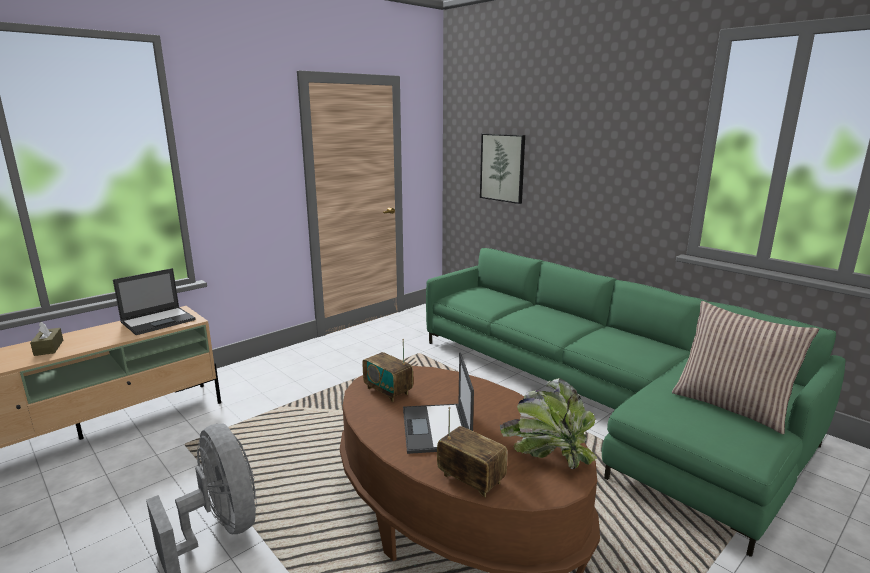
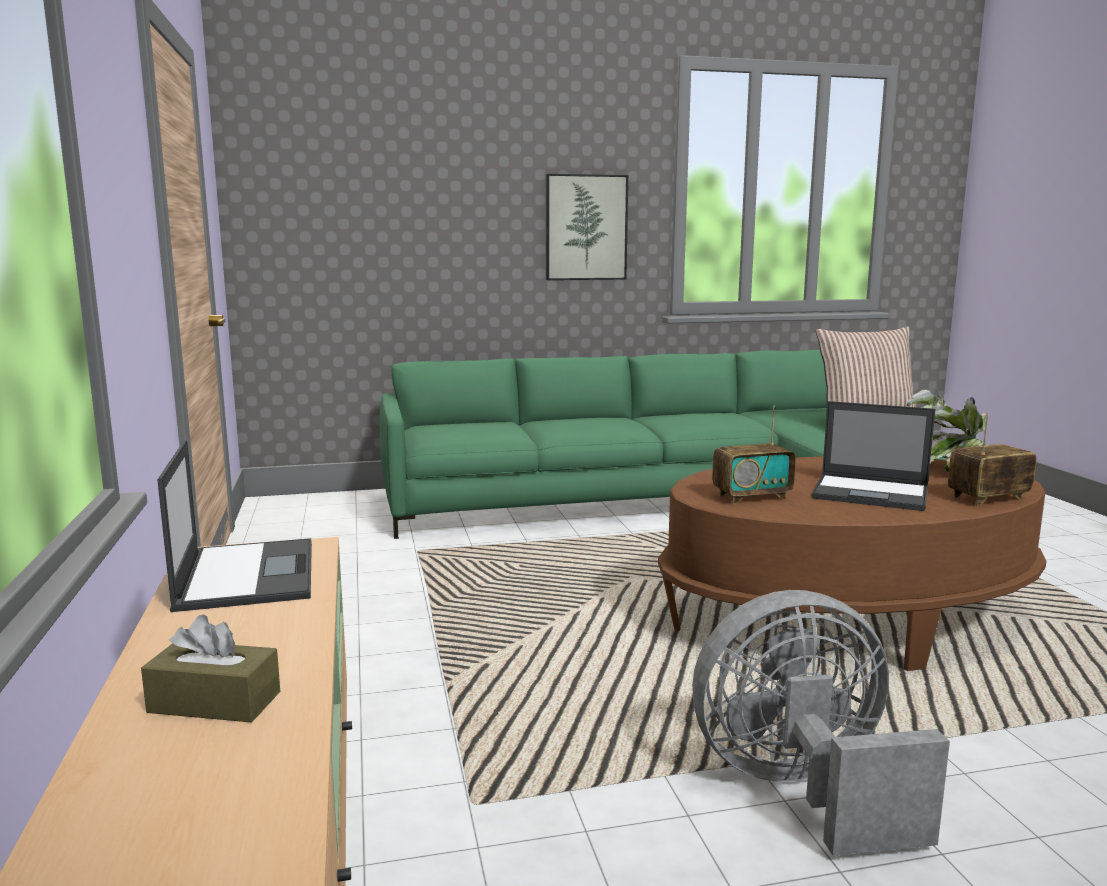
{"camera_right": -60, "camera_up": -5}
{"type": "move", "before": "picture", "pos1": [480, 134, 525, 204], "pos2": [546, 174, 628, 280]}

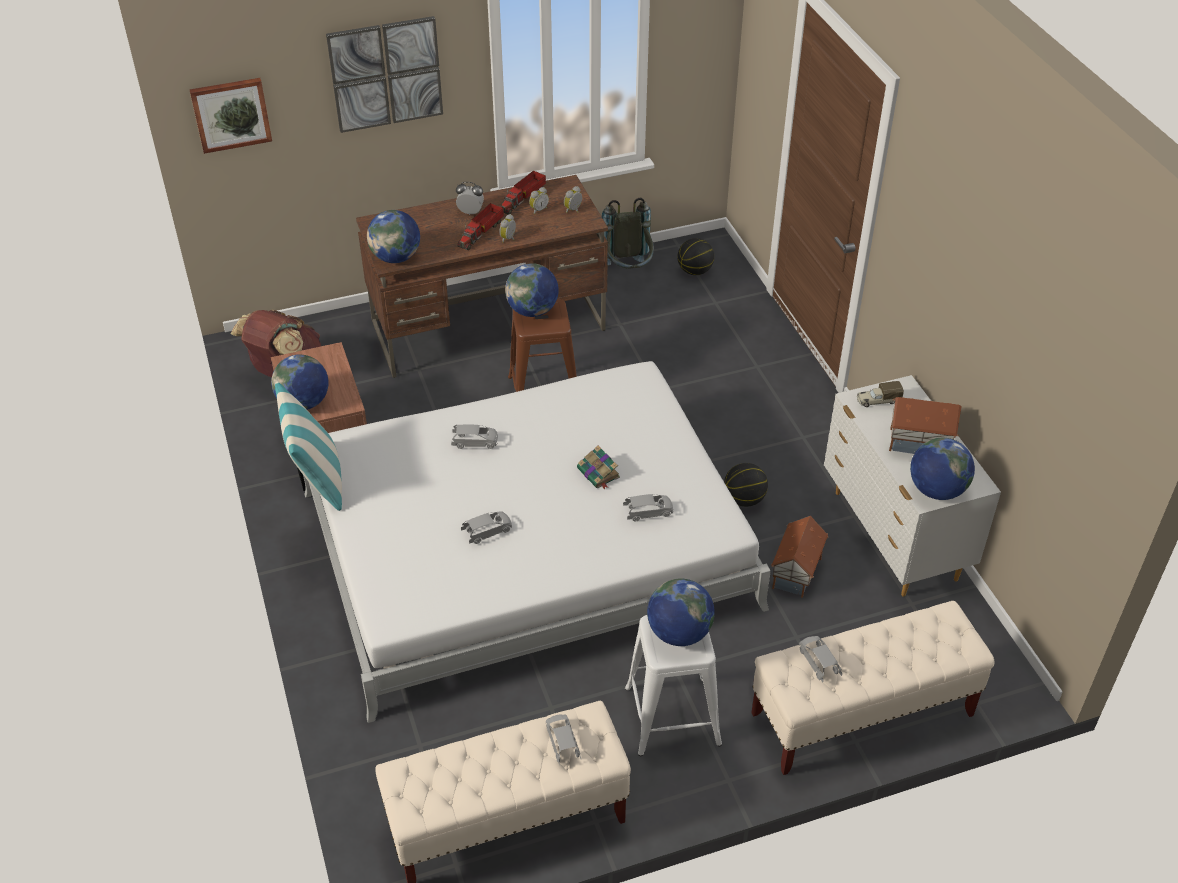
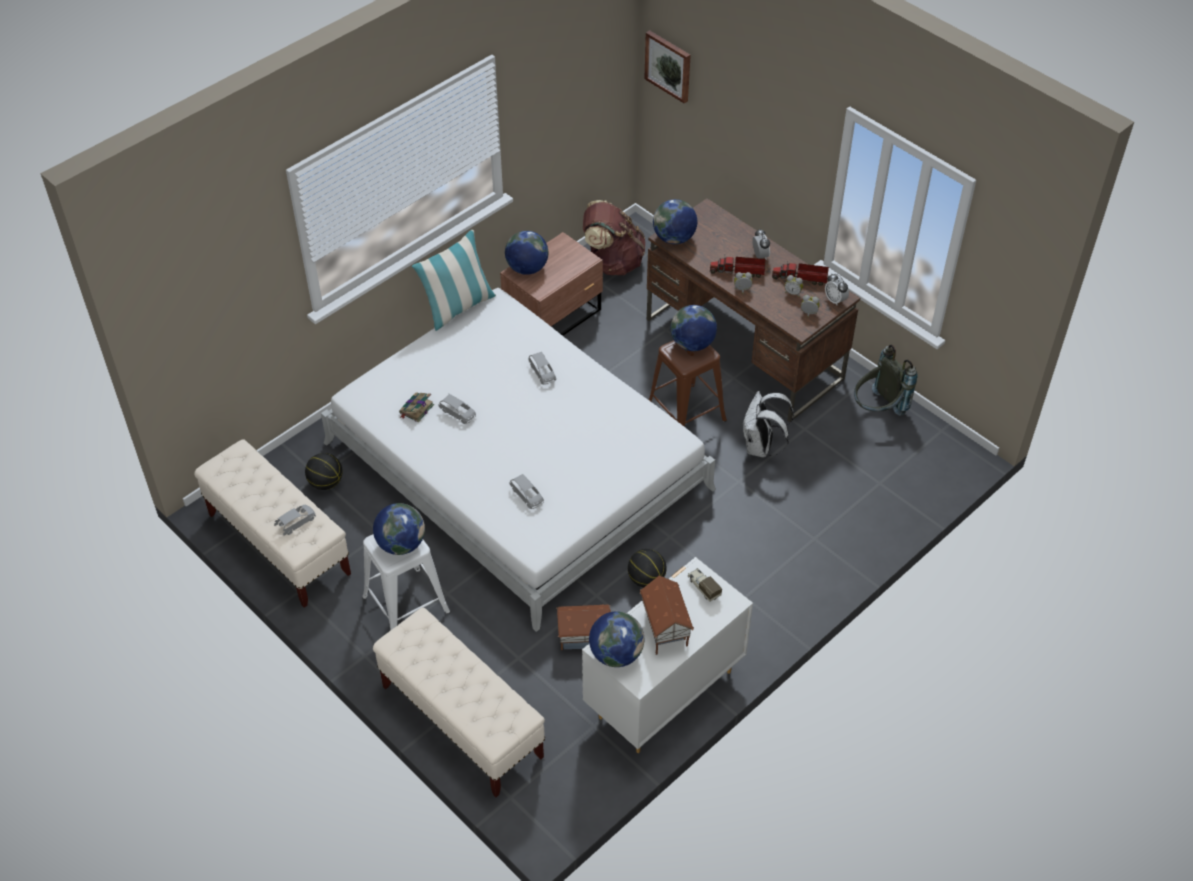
{"camera_right": 65, "camera_up": 5}
{"type": "move", "before": "ball for basketball", "pos1": [677, 238, 714, 275], "pos2": [305, 453, 343, 490]}
{"type": "move", "before": "volume", "pos1": [577, 445, 620, 489], "pos2": [399, 393, 434, 423]}
{"type": "insert", "after": "white-coloured backpack", "pos2": [742, 391, 794, 457]}
{"type": "insert", "after": "table clock", "pos2": [825, 274, 849, 305]}
{"type": "delete", "before": "picture", "pos1": [326, 16, 443, 133]}
{"type": "delete", "before": "gray toy car", "pos1": [799, 636, 842, 683]}

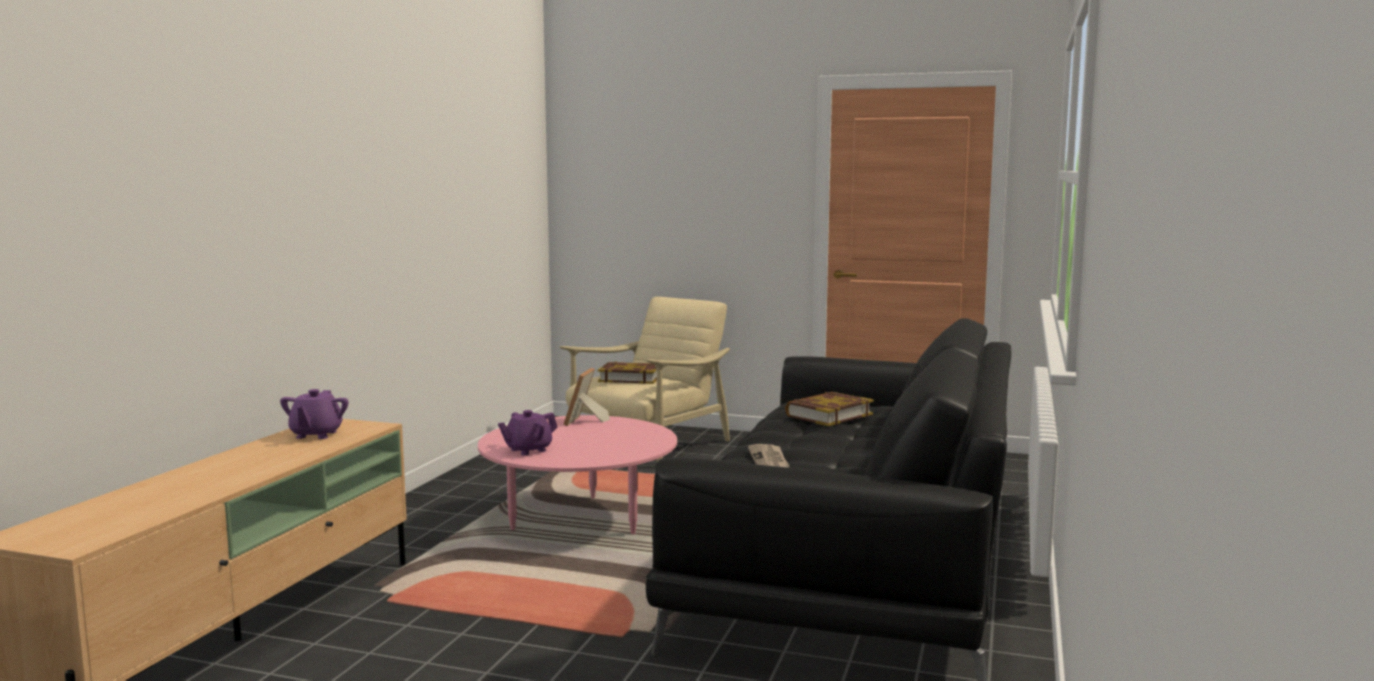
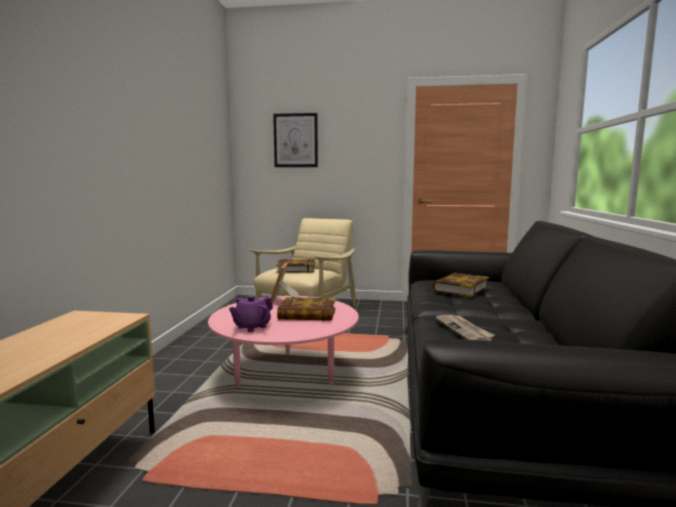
{"camera_right": -10, "camera_up": 0}
{"type": "insert", "after": "picture", "pos2": [273, 113, 318, 167]}
{"type": "insert", "after": "volume", "pos2": [277, 297, 336, 321]}
{"type": "delete", "before": "purple teapot", "pos1": [280, 389, 349, 439]}

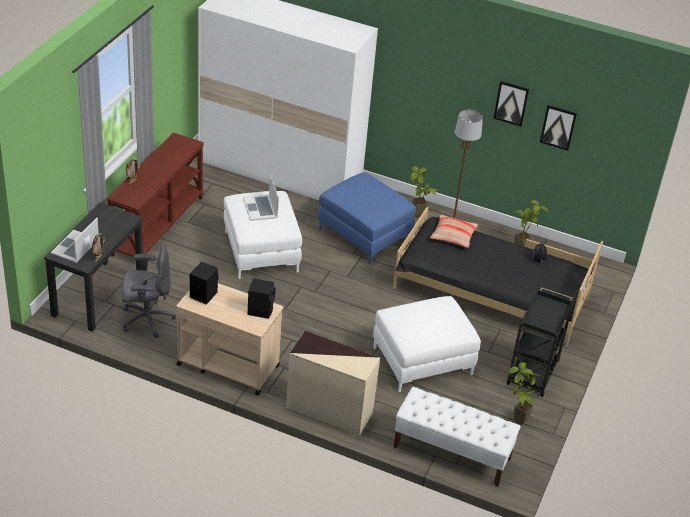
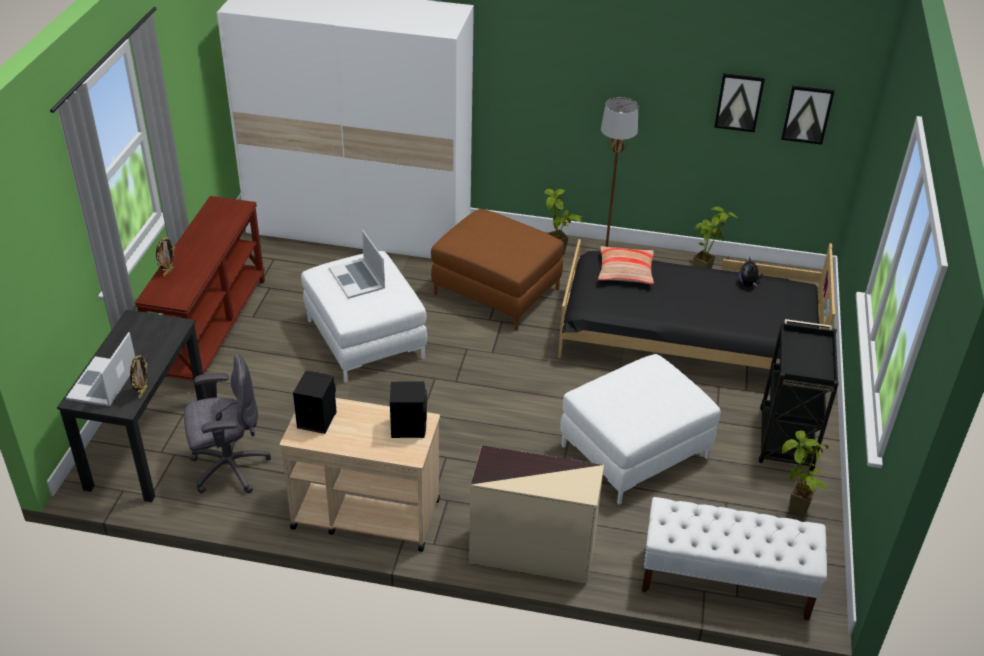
{"camera_right": -10, "camera_up": 0}
{"type": "recolor", "before": "blue-coloured pouffe", "after": "brown pouffe", "pos1": [318, 172, 416, 265], "pos2": [431, 209, 564, 331]}
{"type": "move", "before": "picture", "pos1": [493, 81, 529, 127], "pos2": [781, 85, 835, 145]}

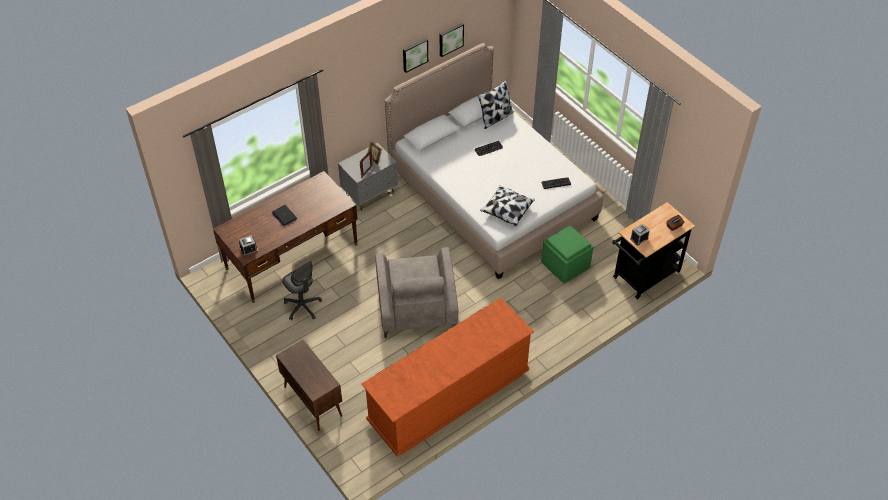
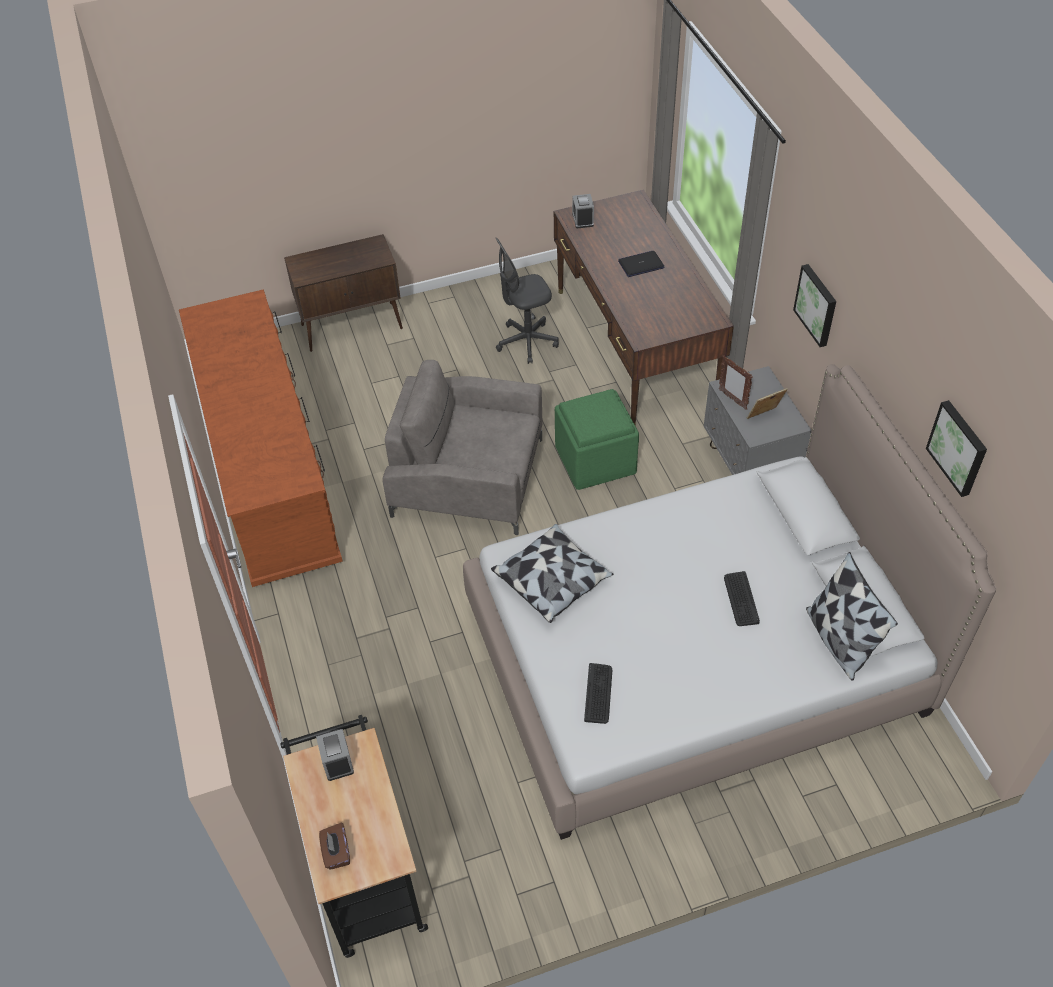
{"camera_right": 110, "camera_up": 0}
{"type": "move", "before": "green pouffe", "pos1": [541, 225, 593, 283], "pos2": [555, 389, 639, 490]}
{"type": "move", "before": "picture", "pos1": [403, 38, 428, 73], "pos2": [793, 264, 836, 347]}

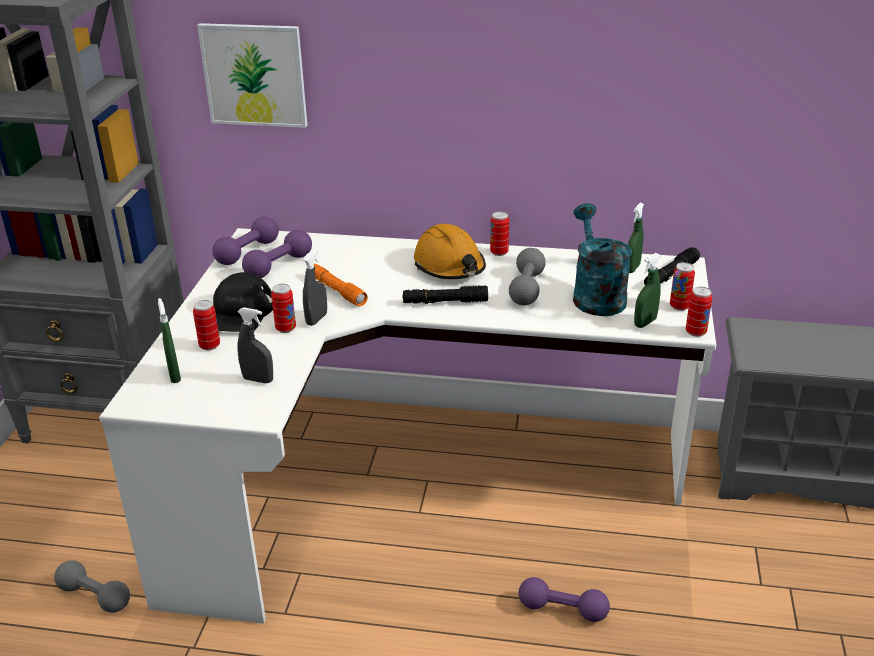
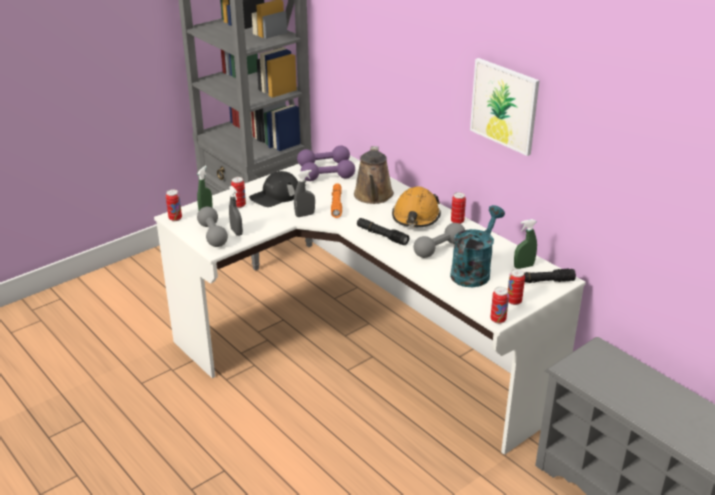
{"camera_right": 40, "camera_up": 0}
{"type": "move", "before": "sealed can", "pos1": [271, 284, 296, 333], "pos2": [166, 189, 182, 221]}
{"type": "move", "before": "gray dumbbell", "pos1": [54, 560, 130, 613], "pos2": [197, 206, 228, 247]}
{"type": "insert", "after": "brown watering pot", "pos2": [354, 146, 394, 204]}
{"type": "move", "before": "picture", "pos1": [197, 23, 307, 128], "pos2": [470, 58, 539, 156]}
{"type": "delete", "before": "purple dumbbell", "pos1": [519, 577, 610, 622]}
{"type": "delete", "before": "green hand sprayer", "pos1": [634, 253, 661, 328]}

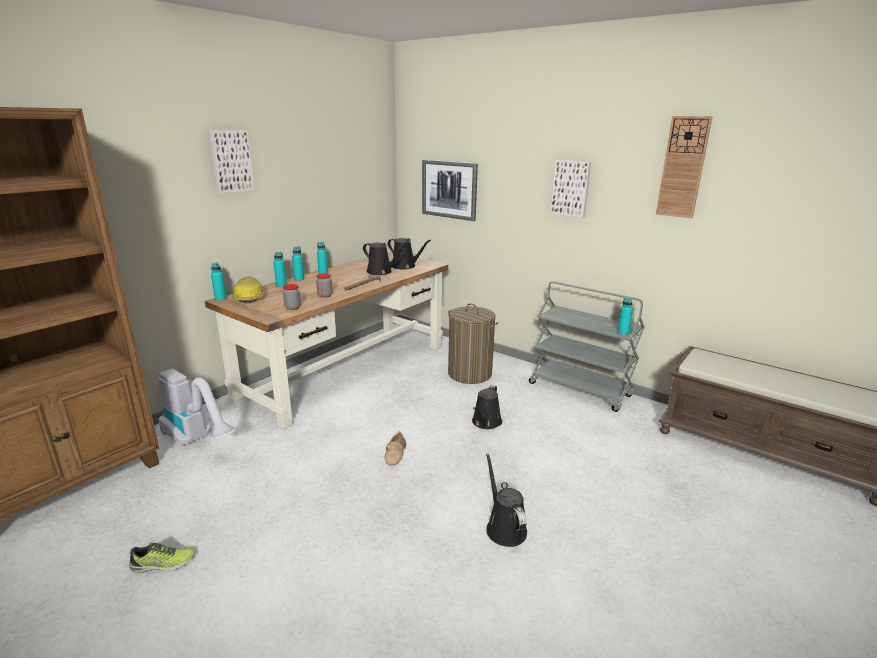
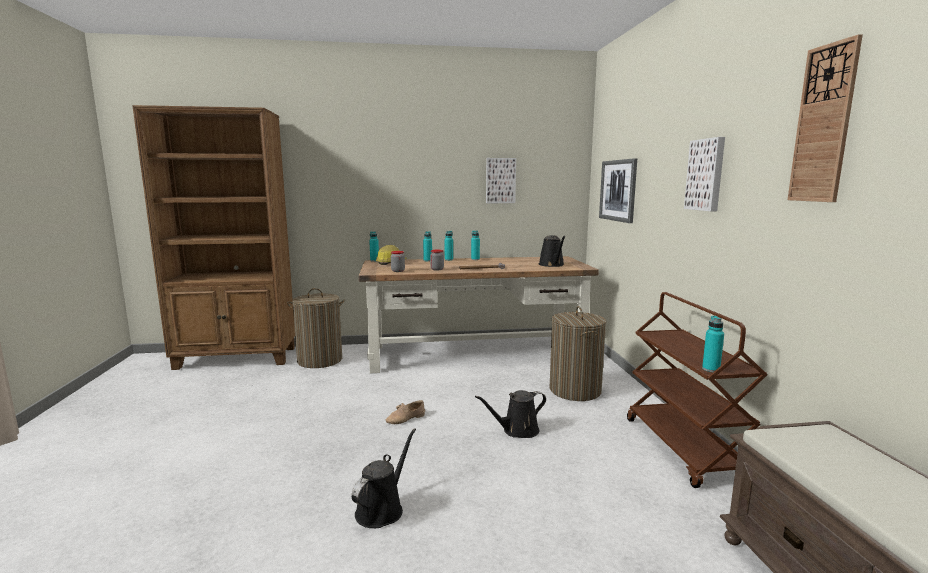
{"camera_right": 45, "camera_up": -10}
{"type": "replace", "before": "vacuum cleaner", "after": "laundry basket", "pos1": [158, 369, 234, 446], "pos2": [287, 288, 345, 368]}
{"type": "move", "before": "picture", "pos1": [209, 131, 255, 193], "pos2": [486, 158, 516, 203]}
{"type": "recolor", "before": "gray trolley", "after": "brown trolley", "pos1": [529, 281, 644, 412], "pos2": [627, 292, 768, 488]}
{"type": "delete", "before": "shoe", "pos1": [129, 543, 195, 573]}
{"type": "delete", "before": "black watering pot", "pos1": [363, 242, 407, 275]}

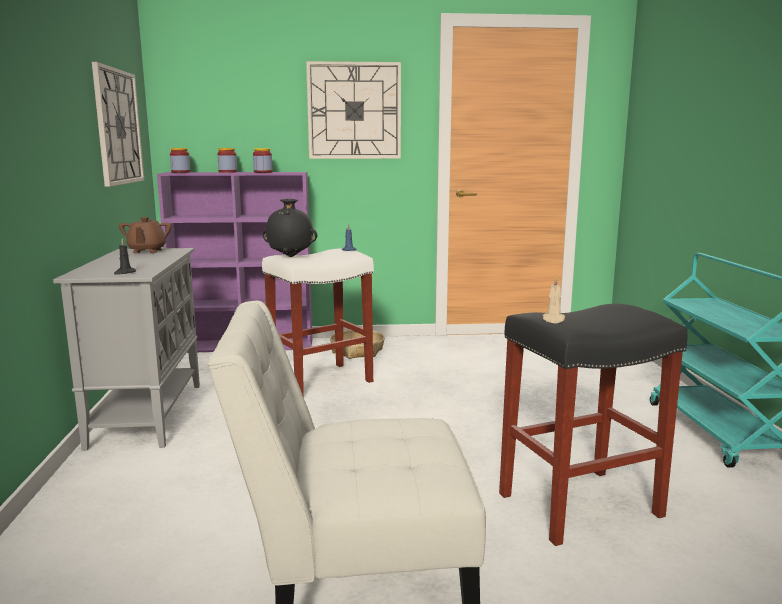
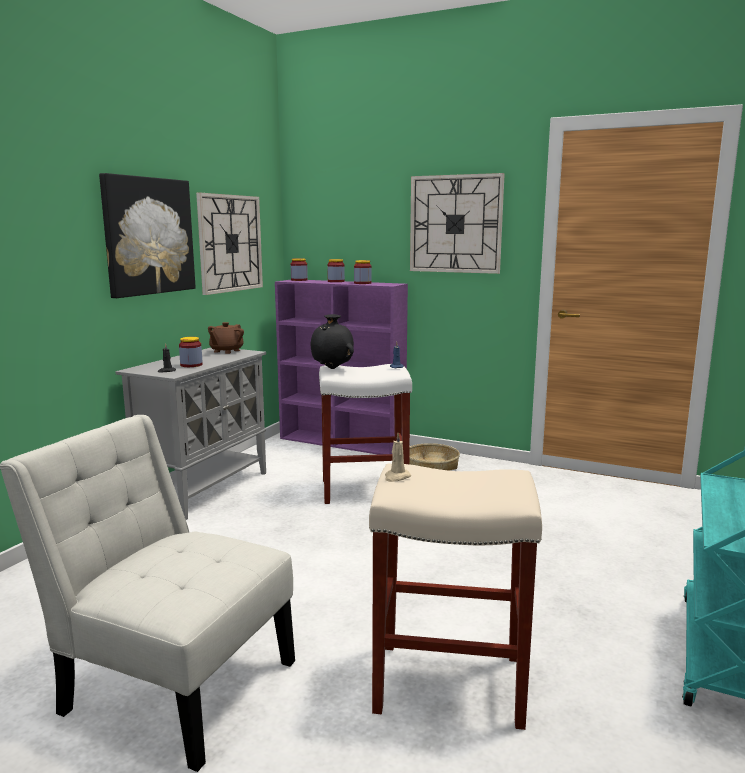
{"camera_right": 30, "camera_up": 0}
{"type": "insert", "after": "picture", "pos2": [99, 173, 196, 298]}
{"type": "insert", "after": "storage jar", "pos2": [179, 337, 203, 367]}
{"type": "recolor", "before": "black stool", "after": "beige-coloured stool", "pos1": [499, 303, 688, 546], "pos2": [369, 463, 542, 730]}

